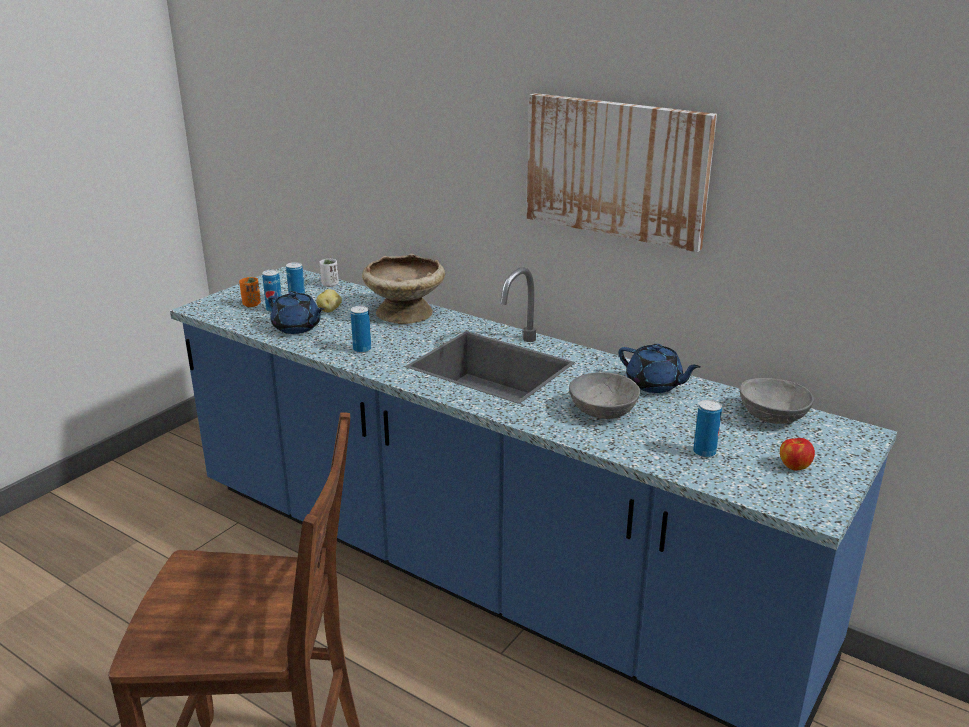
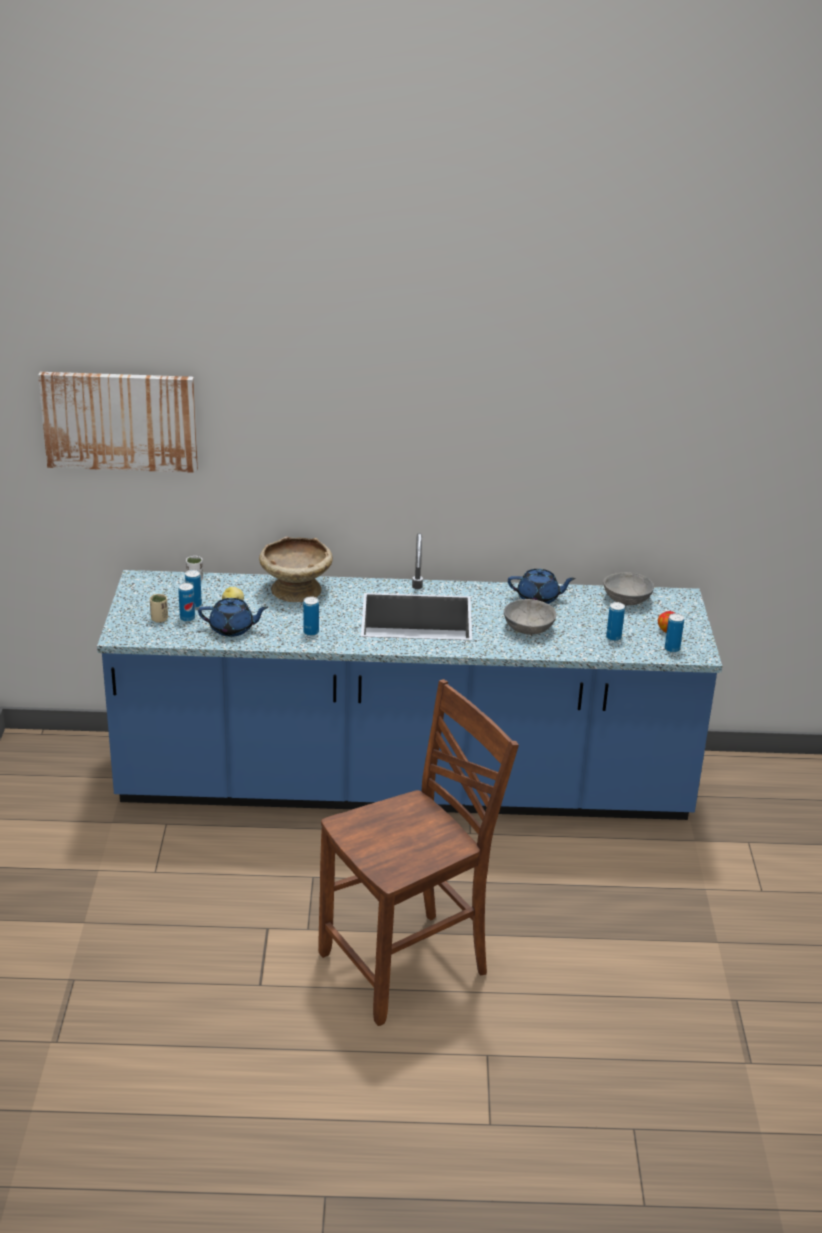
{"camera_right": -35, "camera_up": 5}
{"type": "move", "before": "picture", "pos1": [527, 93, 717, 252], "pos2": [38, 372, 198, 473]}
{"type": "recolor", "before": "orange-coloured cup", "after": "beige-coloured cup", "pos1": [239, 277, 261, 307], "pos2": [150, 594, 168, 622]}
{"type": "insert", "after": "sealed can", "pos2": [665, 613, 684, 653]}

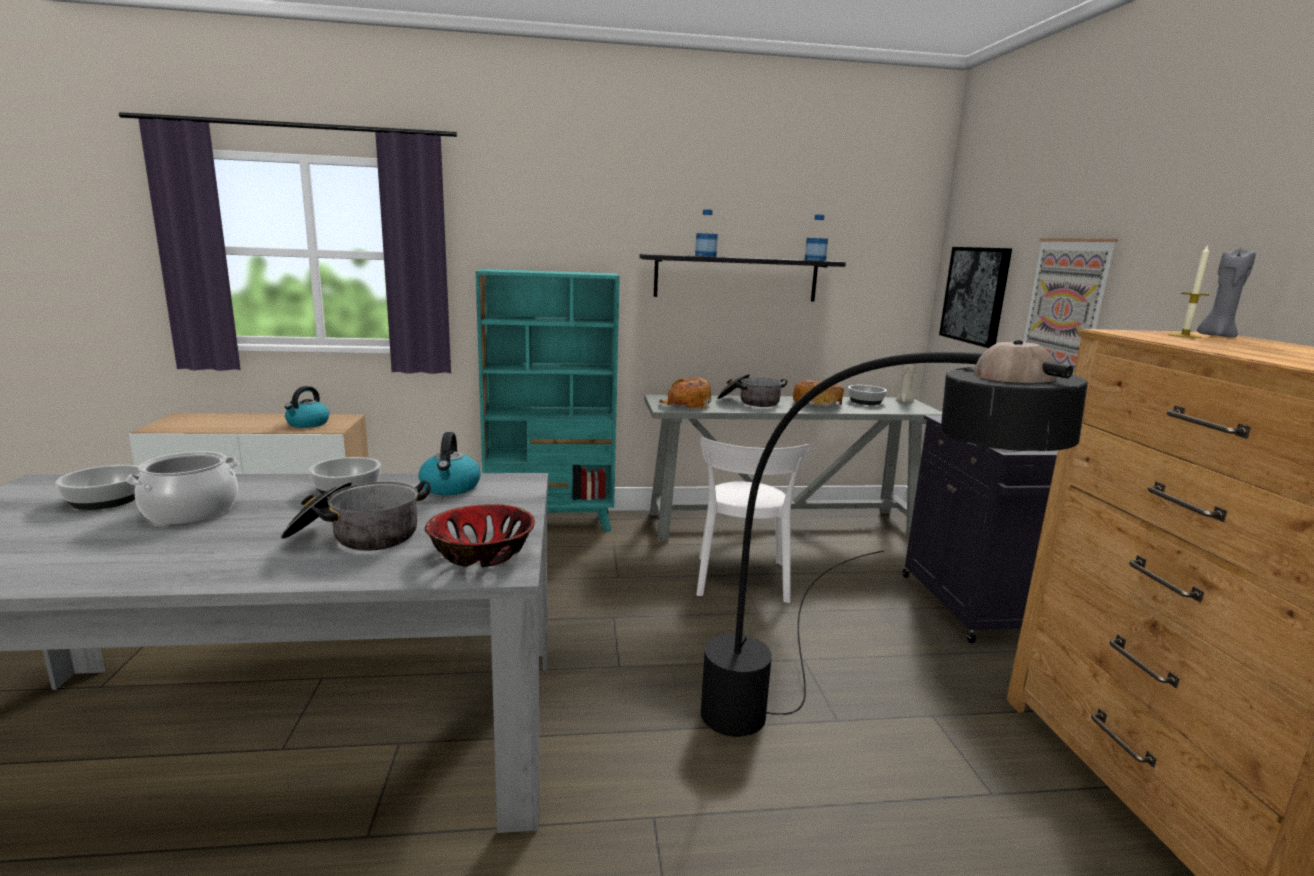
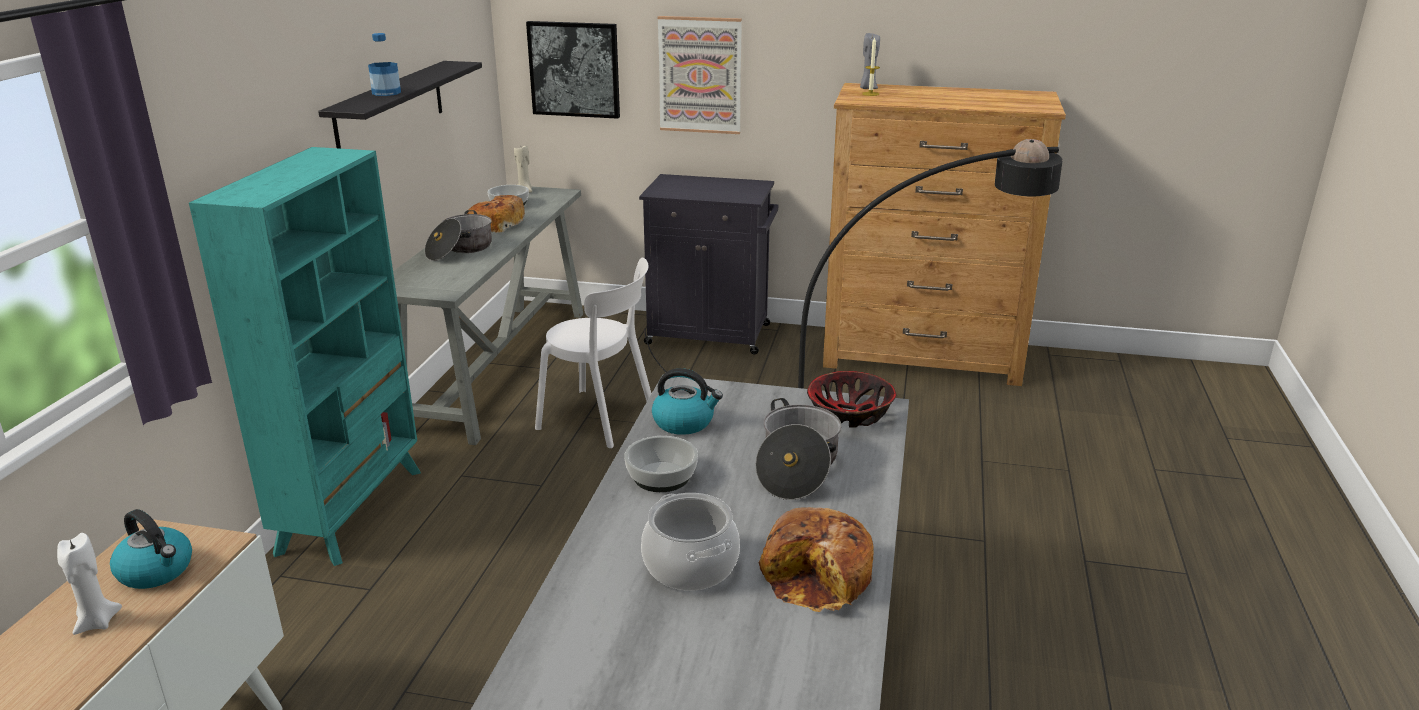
{"camera_right": -70, "camera_up": 10}
{"type": "insert", "after": "white-coloured candle", "pos2": [57, 533, 122, 635]}
{"type": "move", "before": "bread", "pos1": [659, 377, 711, 409], "pos2": [759, 507, 874, 612]}
{"type": "delete", "before": "serving bowl", "pos1": [55, 465, 141, 510]}
{"type": "delete", "before": "bottle", "pos1": [804, 215, 828, 261]}

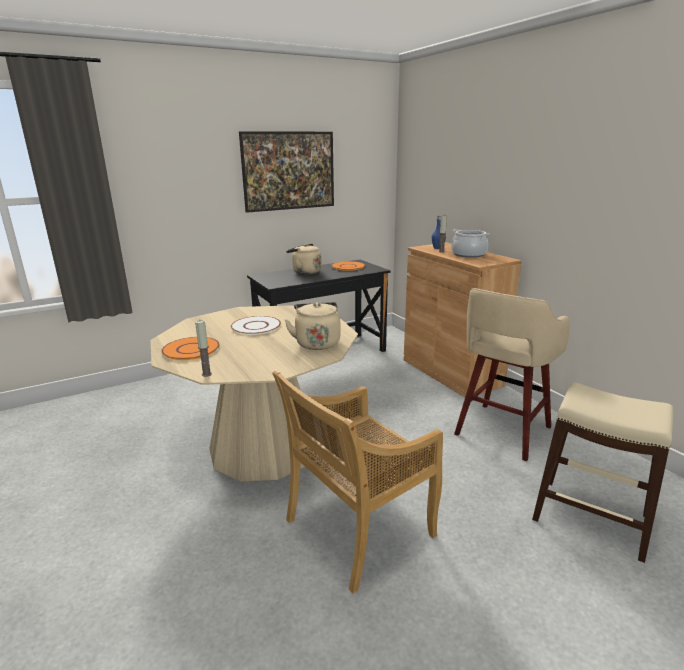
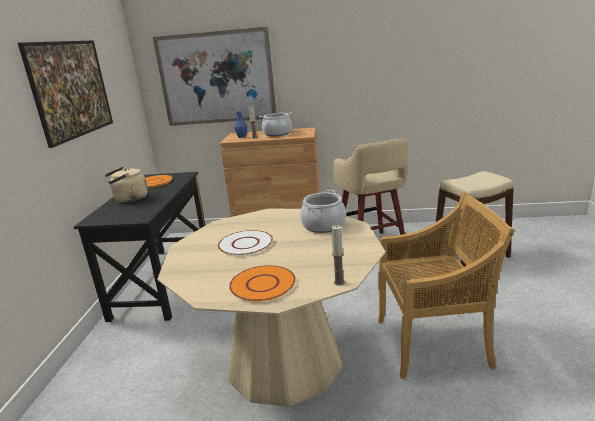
{"camera_right": -55, "camera_up": 0}
{"type": "insert", "after": "picture", "pos2": [153, 27, 276, 126]}
{"type": "replace", "before": "beige-coloured tea kettle", "after": "stockpot", "pos1": [285, 302, 341, 350], "pos2": [300, 190, 346, 233]}
{"type": "rotate", "before": "beige-coloured chair", "pos1": [272, 370, 443, 594], "pos2": [378, 192, 515, 379], "turn": -90}

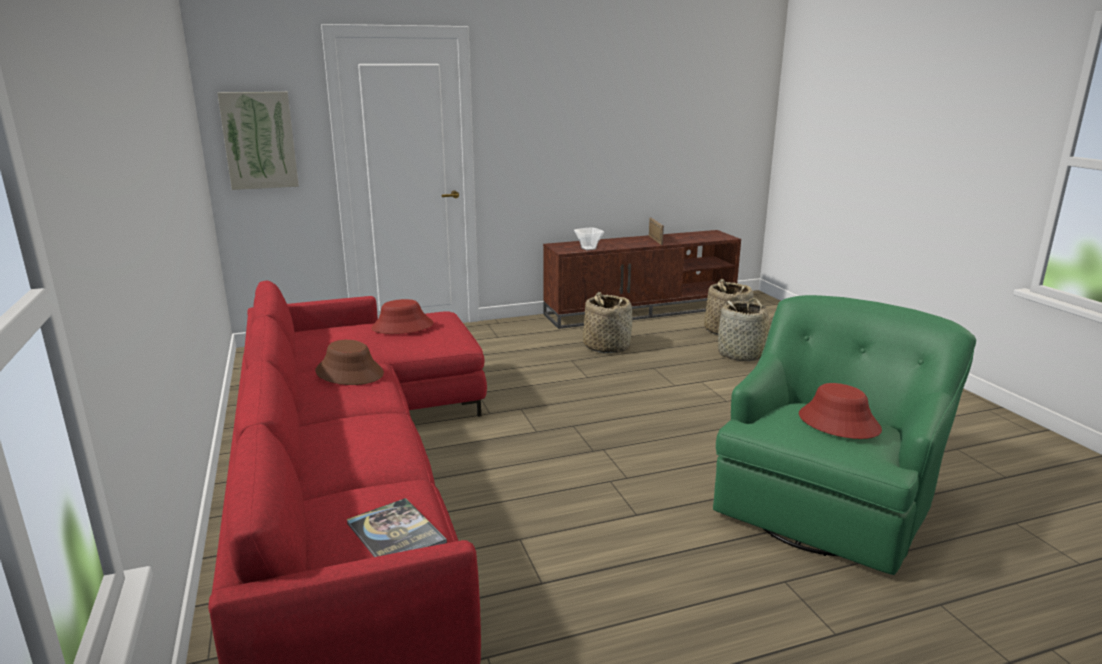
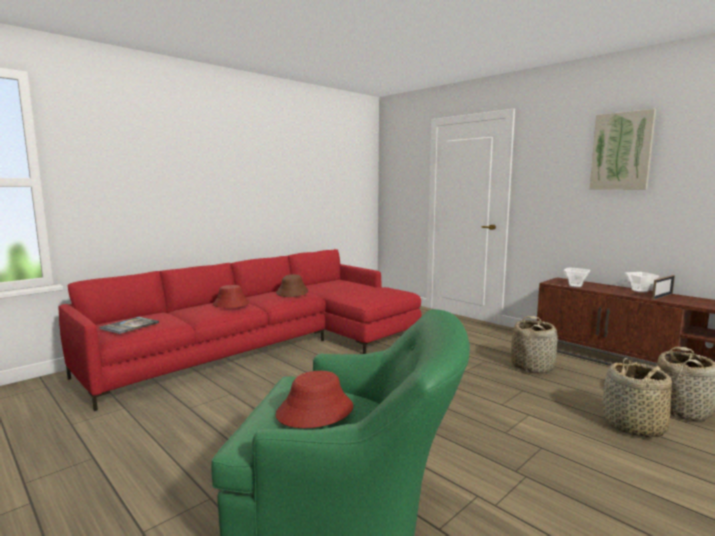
{"camera_right": 65, "camera_up": -10}
{"type": "move", "before": "red-coloured clothing hat", "pos1": [371, 299, 434, 334], "pos2": [213, 285, 249, 308]}
{"type": "move", "before": "picture", "pos1": [217, 92, 299, 190], "pos2": [590, 109, 656, 190]}
{"type": "insert", "after": "serving bowl", "pos2": [625, 272, 659, 293]}

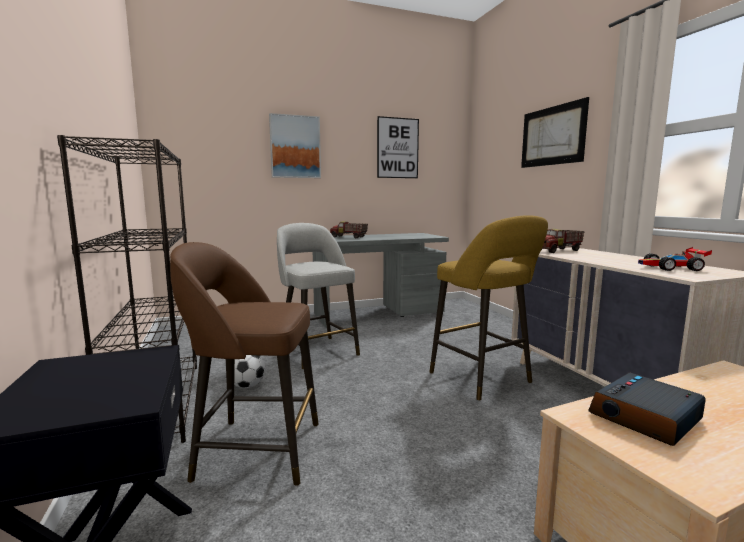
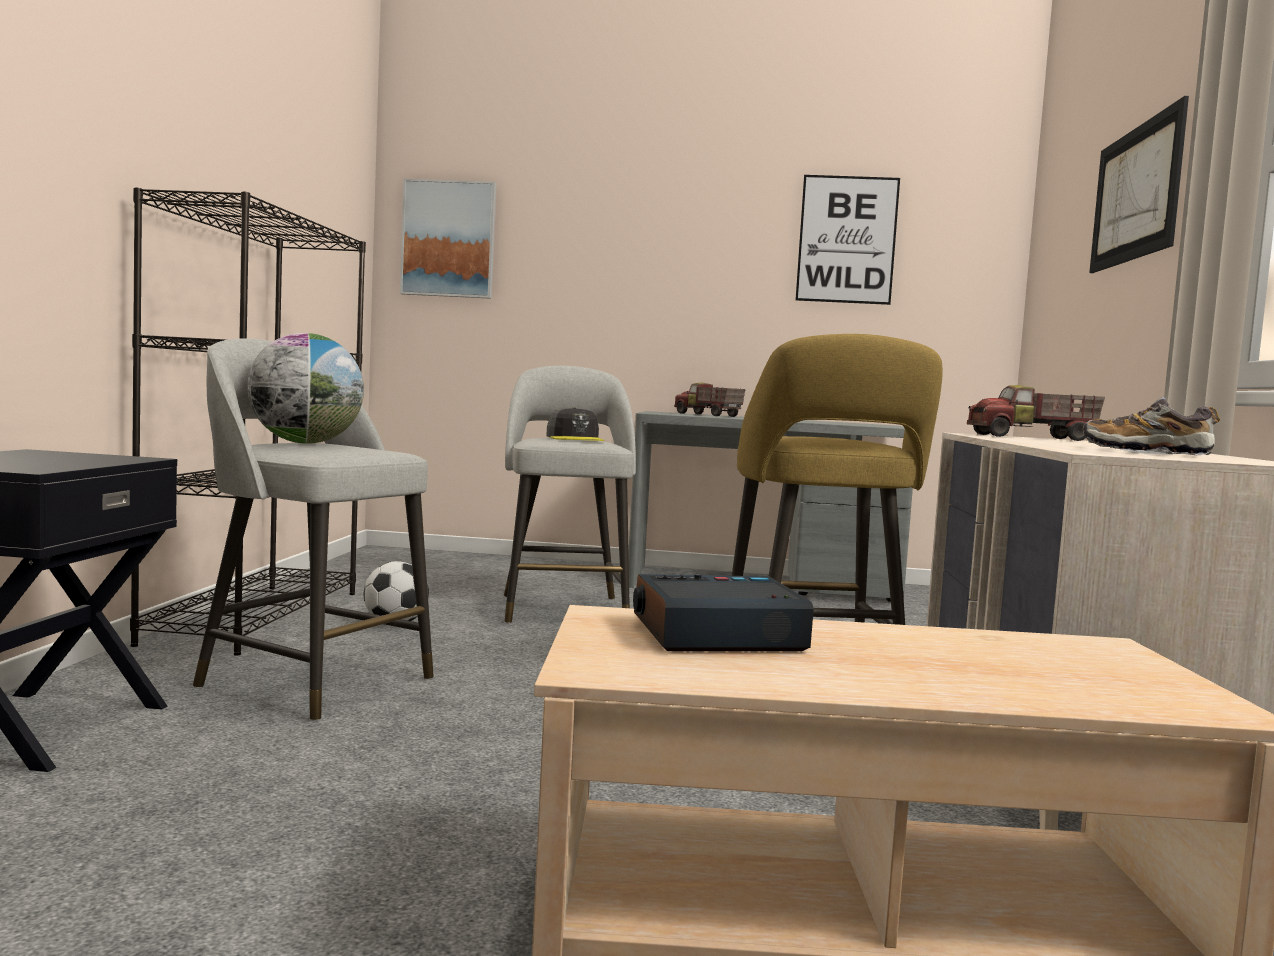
{"camera_right": 25, "camera_up": -5}
{"type": "recolor", "before": "brown stool", "after": "gray stool", "pos1": [170, 242, 319, 486], "pos2": [193, 338, 434, 721]}
{"type": "insert", "after": "world globe", "pos2": [247, 333, 364, 444]}
{"type": "move", "before": "picture", "pos1": [269, 113, 321, 178], "pos2": [400, 179, 496, 299]}
{"type": "insert", "after": "gray baseball cap", "pos2": [546, 407, 605, 441]}
{"type": "replace", "before": "toy car", "after": "shoe", "pos1": [638, 247, 712, 271], "pos2": [1083, 397, 1220, 456]}

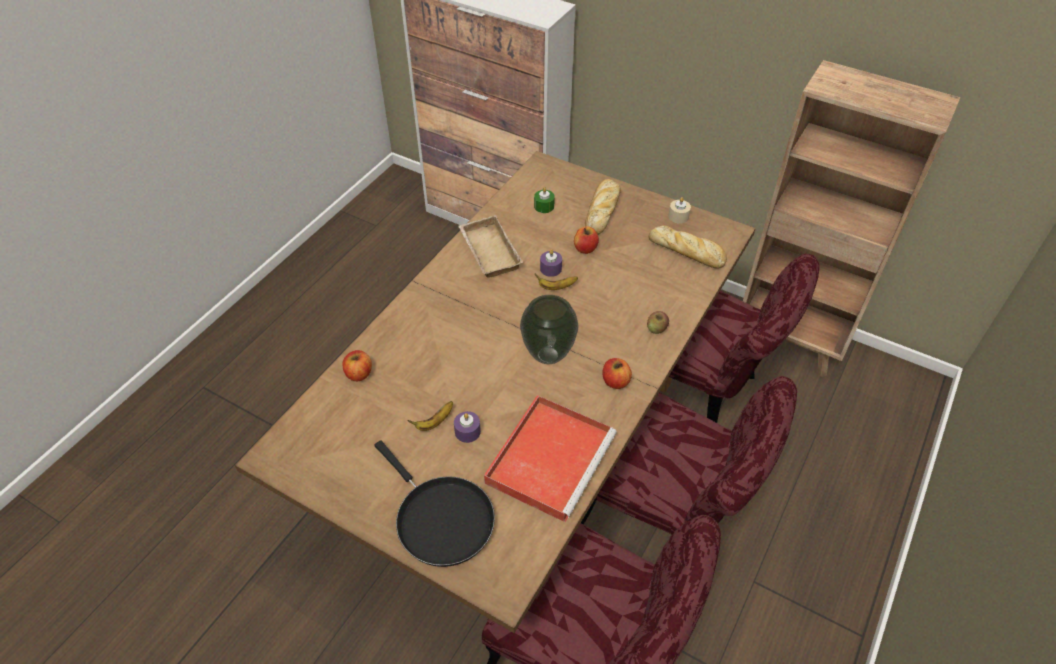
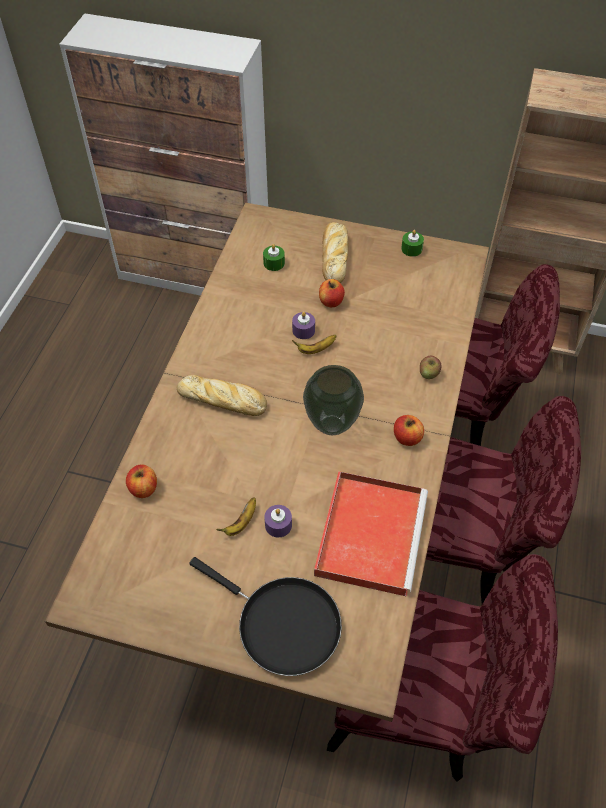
{"camera_right": -15, "camera_up": 5}
{"type": "move", "before": "bread", "pos1": [649, 225, 727, 269], "pos2": [177, 375, 267, 416]}
{"type": "recolor", "before": "beige-coloured candle", "after": "green candle", "pos1": [668, 197, 691, 224], "pos2": [401, 230, 424, 257]}
{"type": "delete", "before": "beige-coloured serving tray", "pos1": [458, 215, 523, 278]}

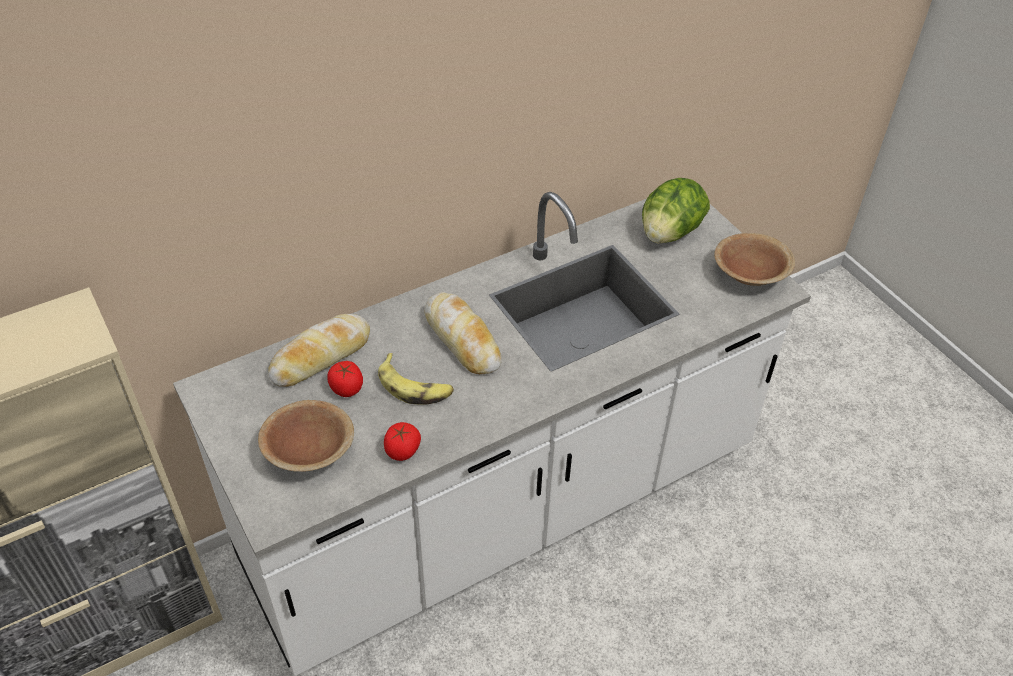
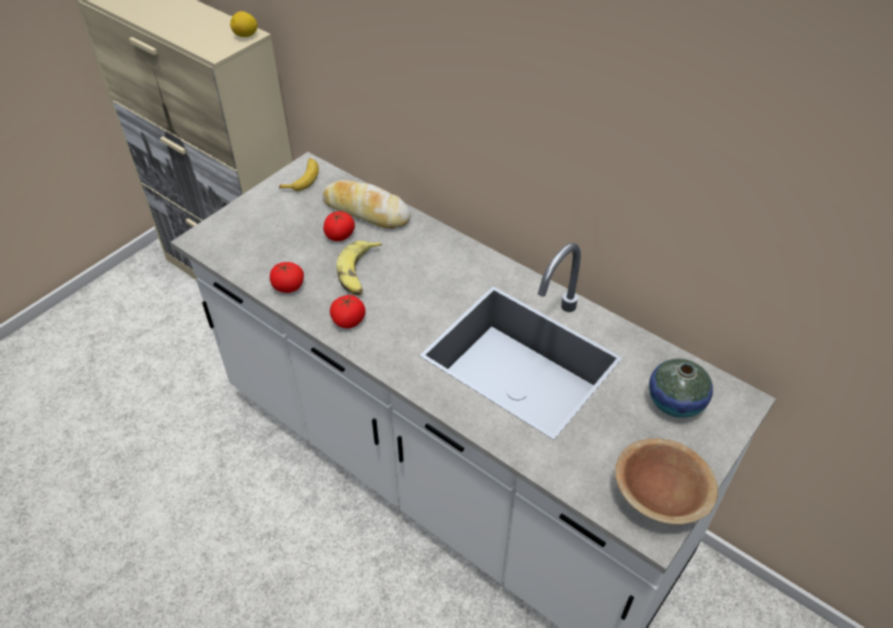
{"camera_right": 70, "camera_up": 0}
{"type": "insert", "after": "lemon", "pos2": [230, 11, 258, 37]}
{"type": "insert", "after": "banana", "pos2": [279, 158, 319, 191]}
{"type": "insert", "after": "tomato", "pos2": [330, 295, 366, 328]}
{"type": "replace", "before": "lettuce head", "after": "decorative vase", "pos1": [642, 178, 710, 243], "pos2": [649, 359, 713, 418]}
{"type": "delete", "before": "brown serving bowl", "pos1": [258, 400, 354, 472]}
{"type": "delete", "before": "bread", "pos1": [424, 292, 502, 374]}

